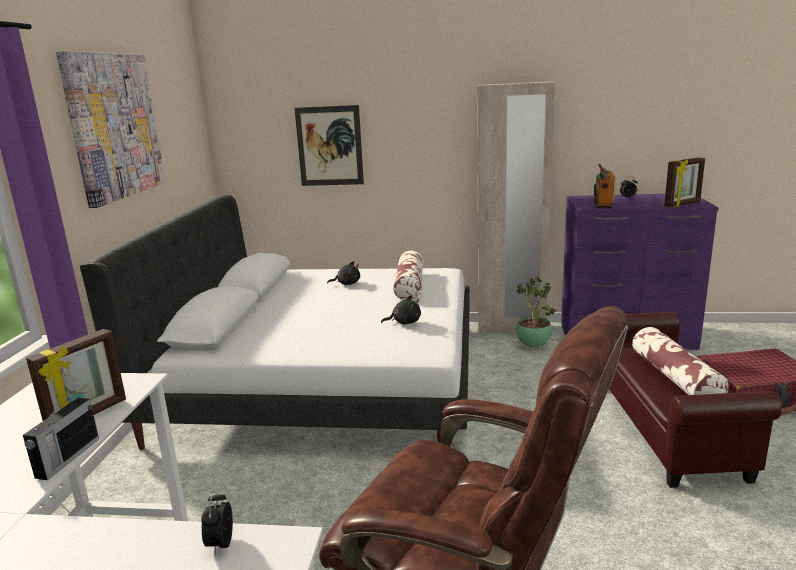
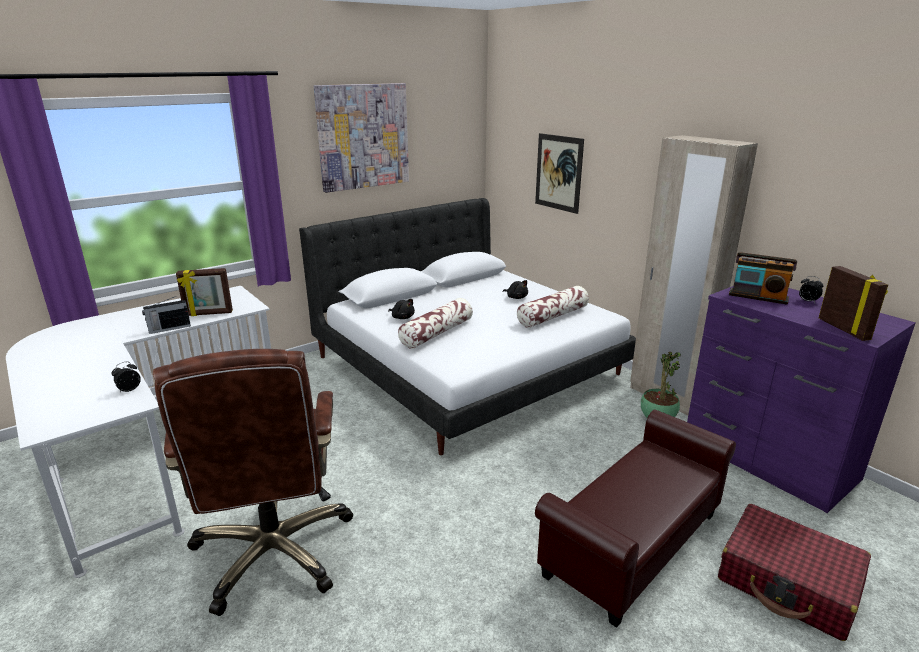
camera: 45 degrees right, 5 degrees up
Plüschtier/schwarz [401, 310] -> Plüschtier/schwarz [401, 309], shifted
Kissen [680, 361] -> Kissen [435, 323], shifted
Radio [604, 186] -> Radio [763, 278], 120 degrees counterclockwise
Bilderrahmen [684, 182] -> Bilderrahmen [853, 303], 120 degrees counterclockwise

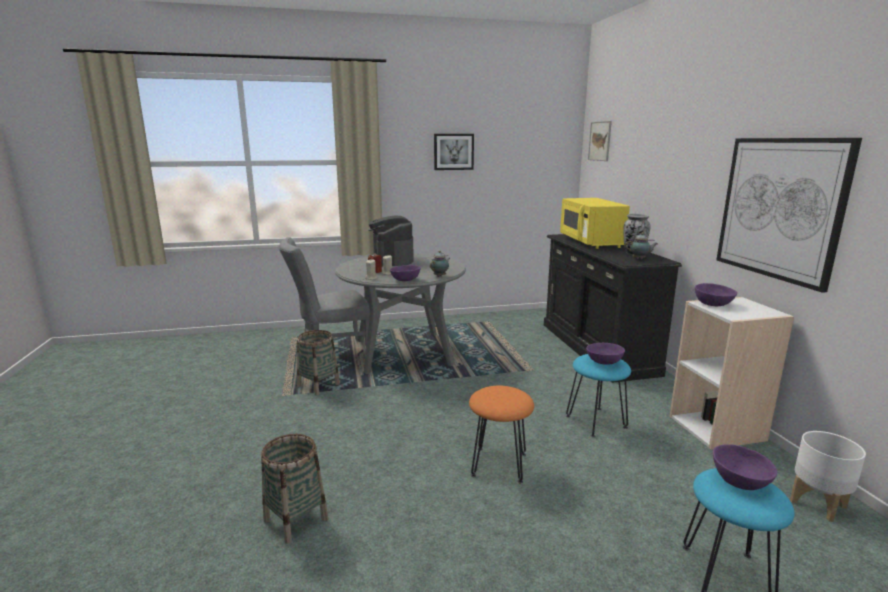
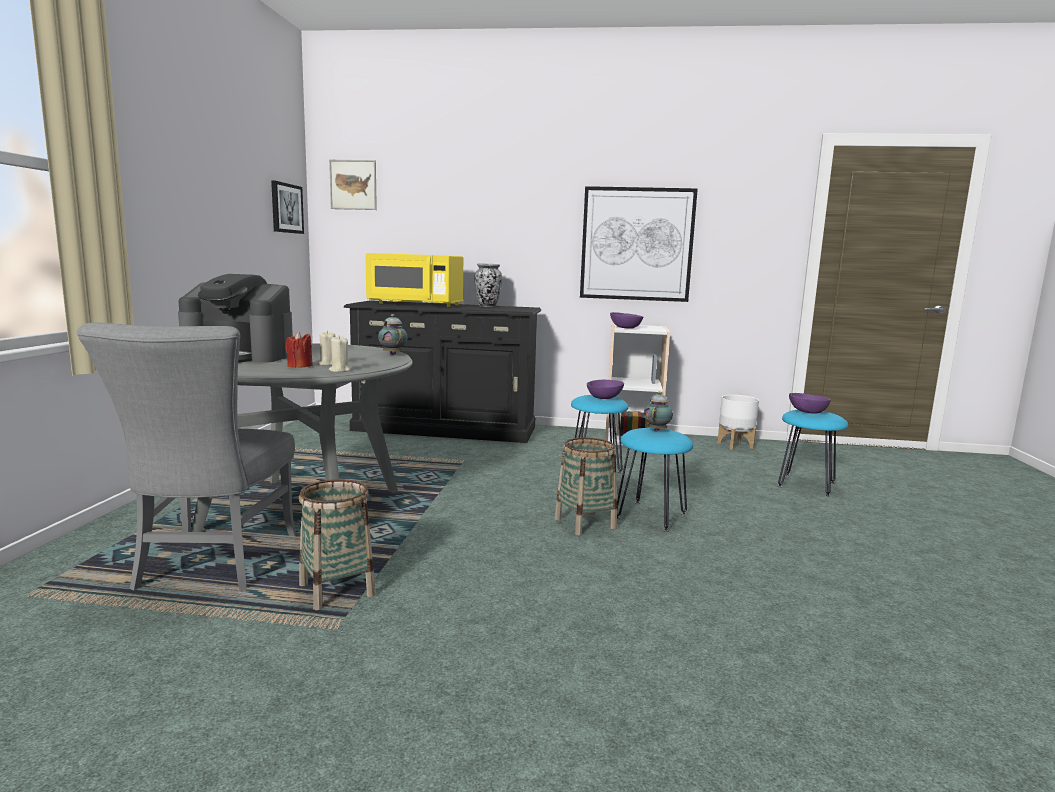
camera: 70 degrees left, 5 degrees down
Bild [454, 152] -> Bild [287, 207], shifted
Korb [294, 489] -> Korb [586, 486], shifted
Hocker/orange [501, 434] -> Hocker/türkis [655, 480]
Teekanne [641, 246] -> Teekanne [658, 411], shifted
Schüssel/lila [405, 273] -> none

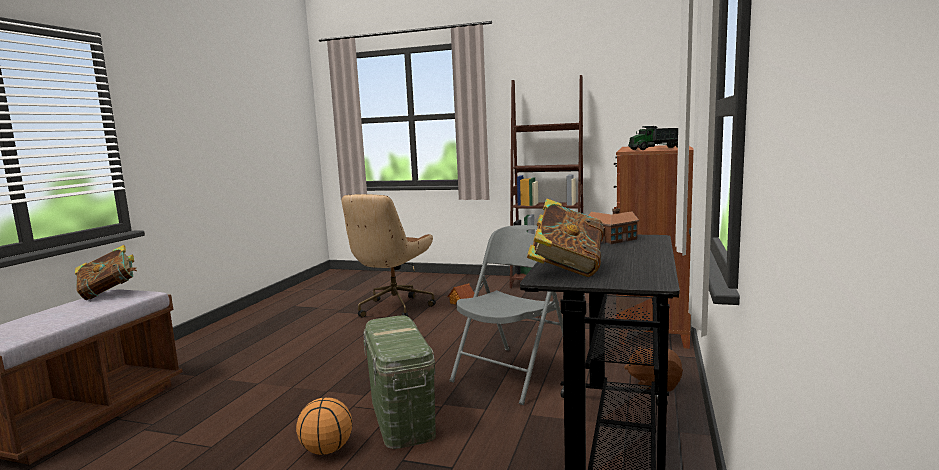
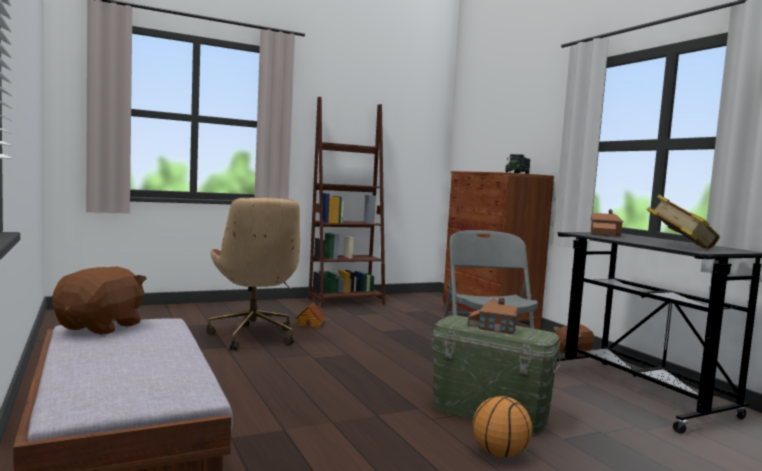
camera: 45 degrees left, 5 degrees down
Buch [106, 272] -> Plüschtier/braun [99, 300]
none -> Spielzeughaus [493, 316]

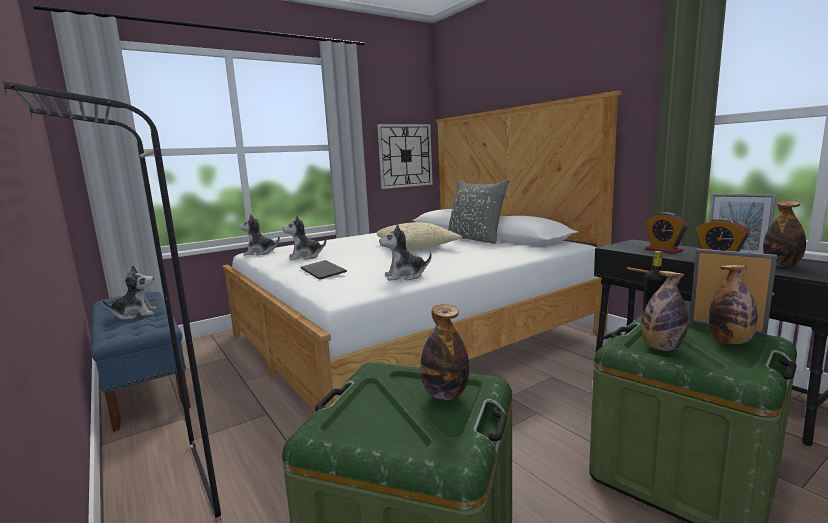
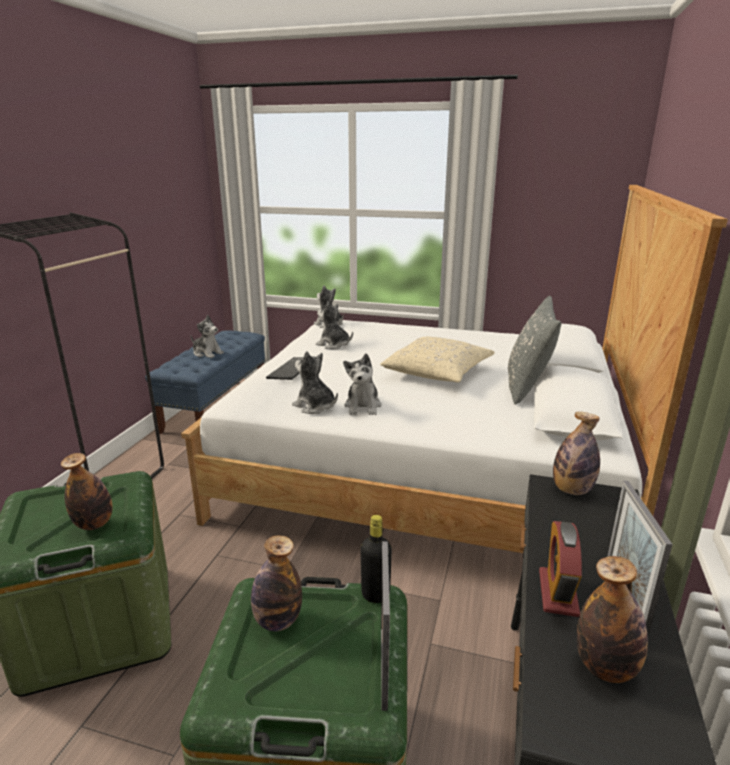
camera: 50 degrees right, 10 degrees up
none -> Plüschtier [362, 384]
Flasche [732, 304] -> Flasche [576, 453], shifted
Wanduhr [405, 156] -> none
Wecker [666, 233] -> none

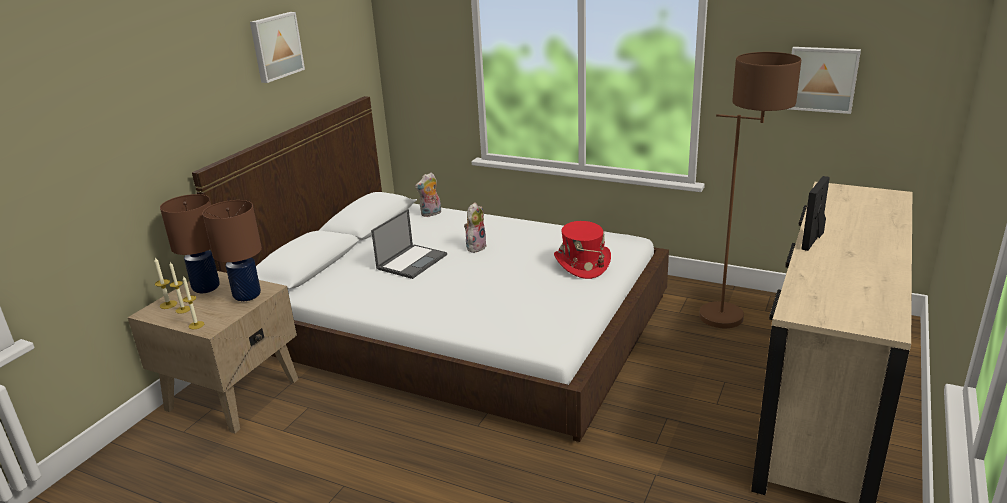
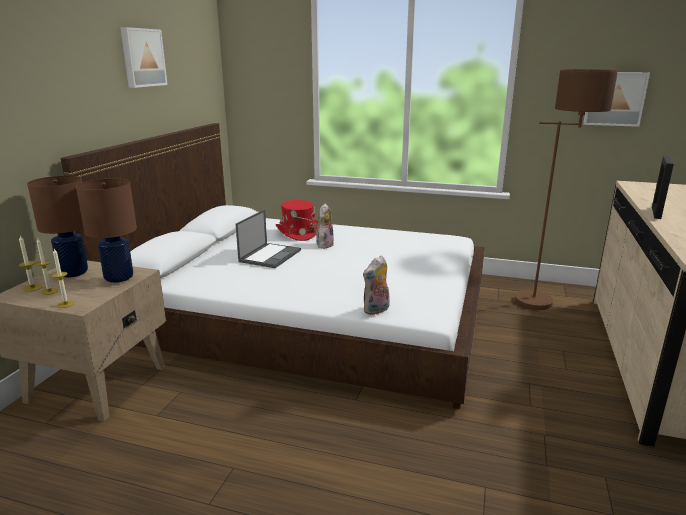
camera: 10 degrees left, 5 degrees down
Hut/rot [582, 250] -> Hut/rot [297, 220], shifted
Plüschtier [428, 194] -> Plüschtier [376, 285], shifted

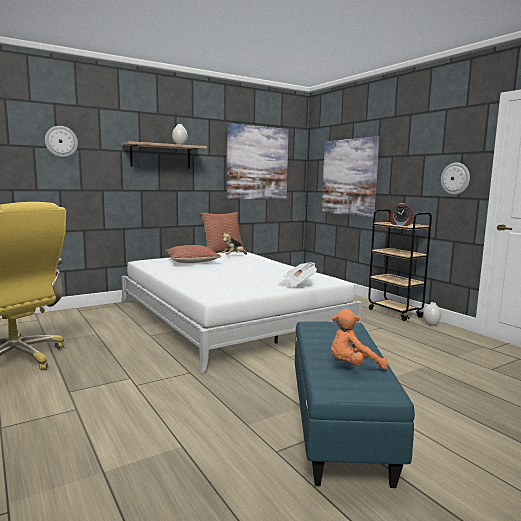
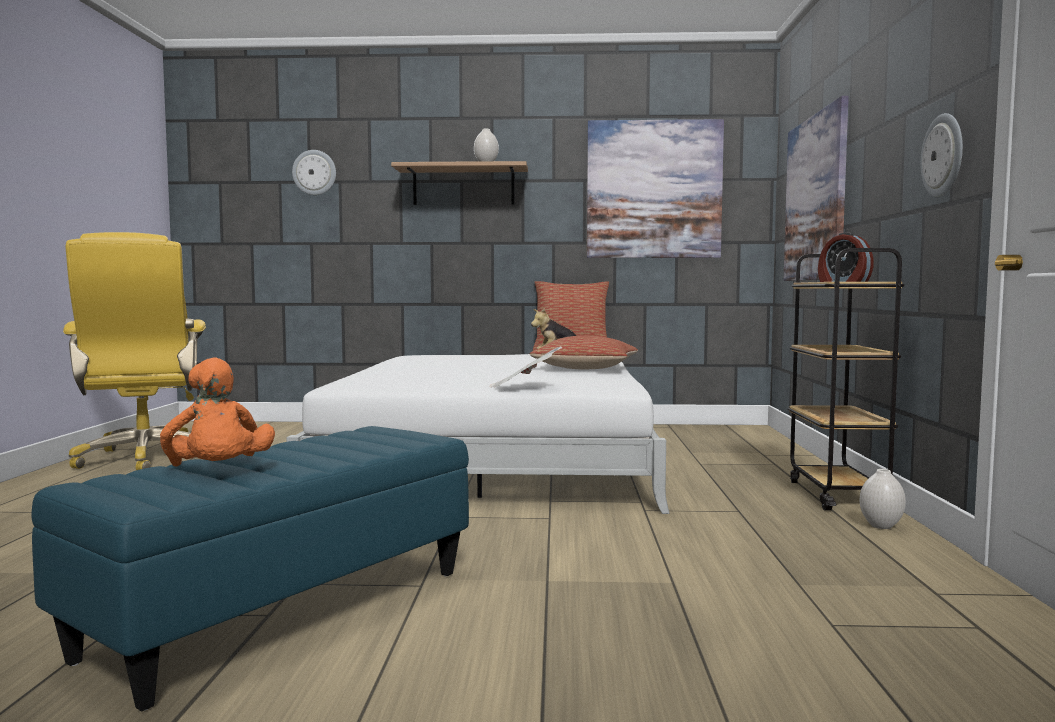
camera: 35 degrees right, 5 degrees down
Plüschtier/orange [359, 339] -> Plüschtier/orange [217, 412], 135 degrees counterclockwise
Kissen [193, 254] -> Kissen [583, 352], shifted

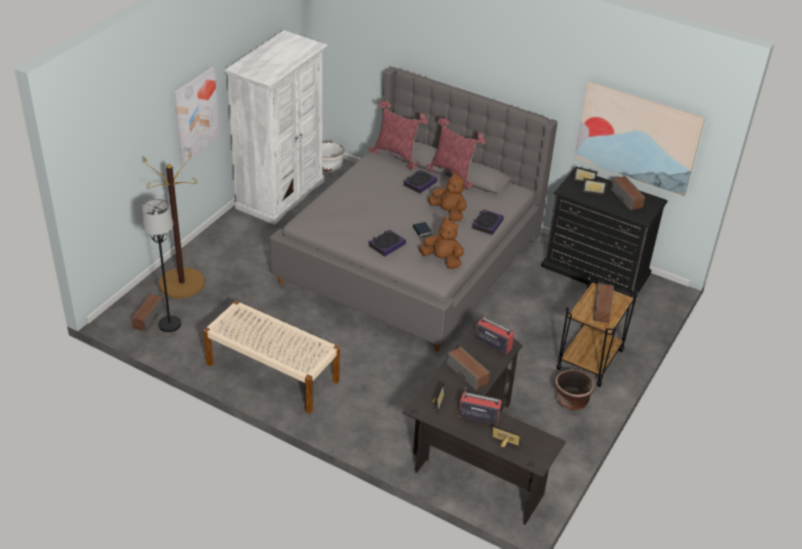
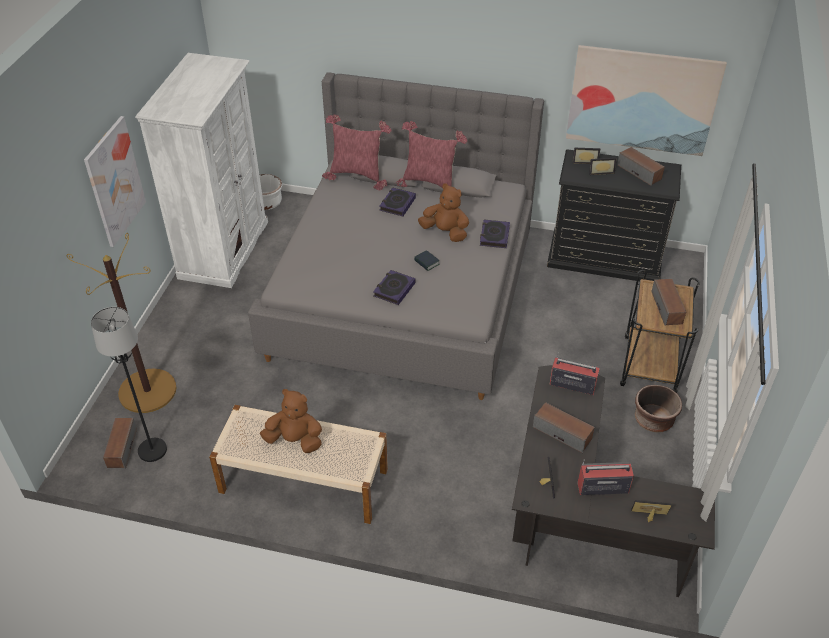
camera: 15 degrees left, 5 degrees up
Plüschtier/braun [441, 243] -> Plüschtier/braun [291, 421], shifted

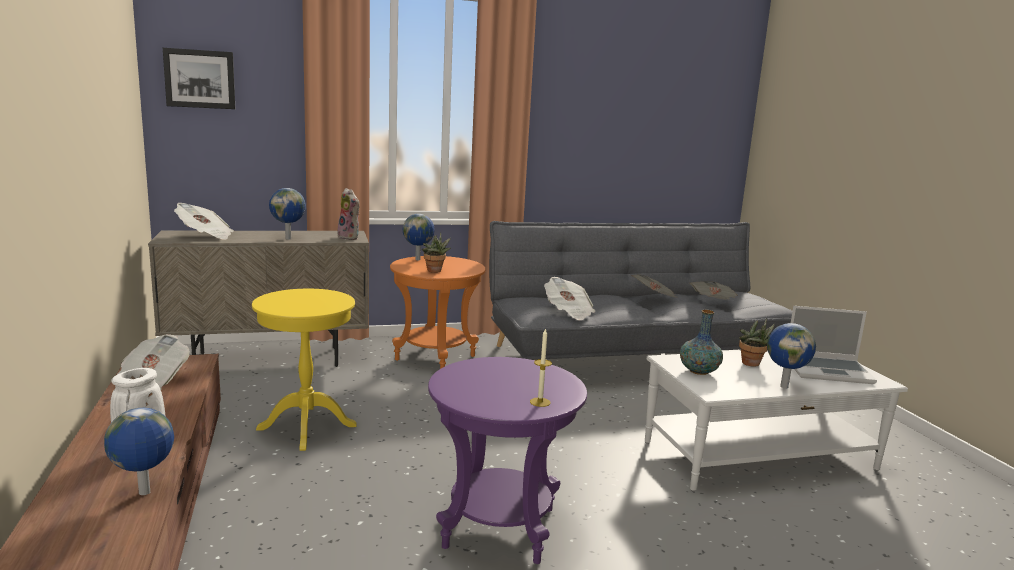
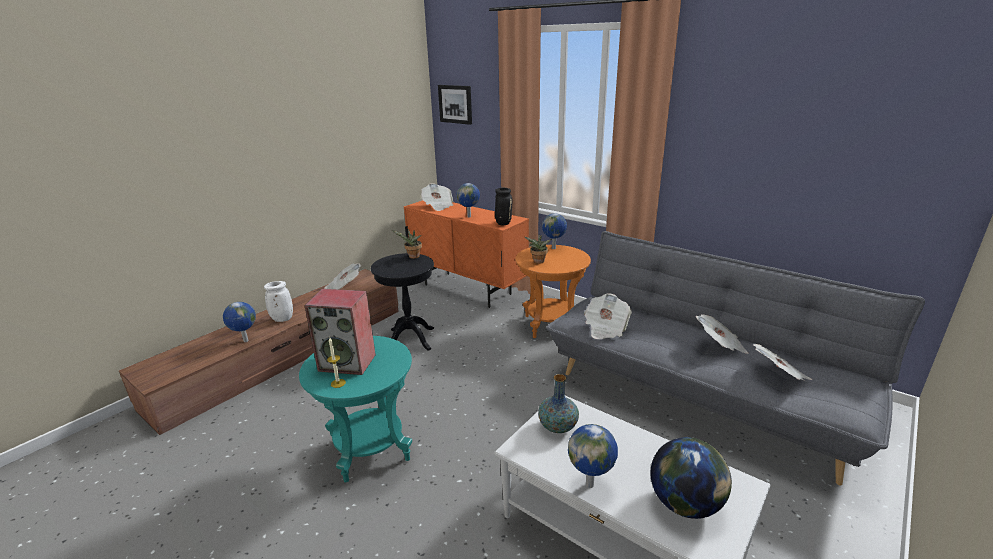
camera: 55 degrees right, 10 degrees up
Beistelltisch/lila [507, 460] -> Beistelltisch/türkis [355, 409]
none -> Lautsprecher [340, 332]
Beistelltisch/gelb [304, 370] -> Beistelltisch/schwarz [402, 302]
Topfpflanze [757, 342] -> Topfpflanze [407, 244], shifted
Schrank/beige [258, 298] -> Schrank/orange [466, 254]
Plüschtier [349, 214] -> Vase/schwarz [503, 206]
Laptop [834, 345] -> Globus [691, 478]

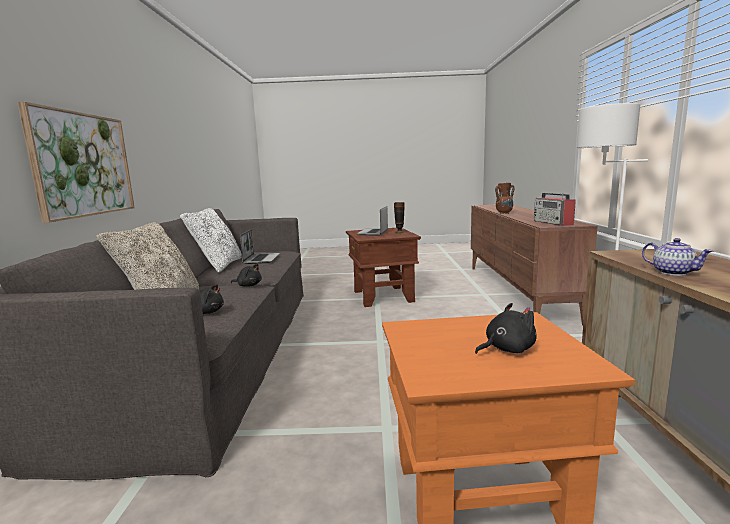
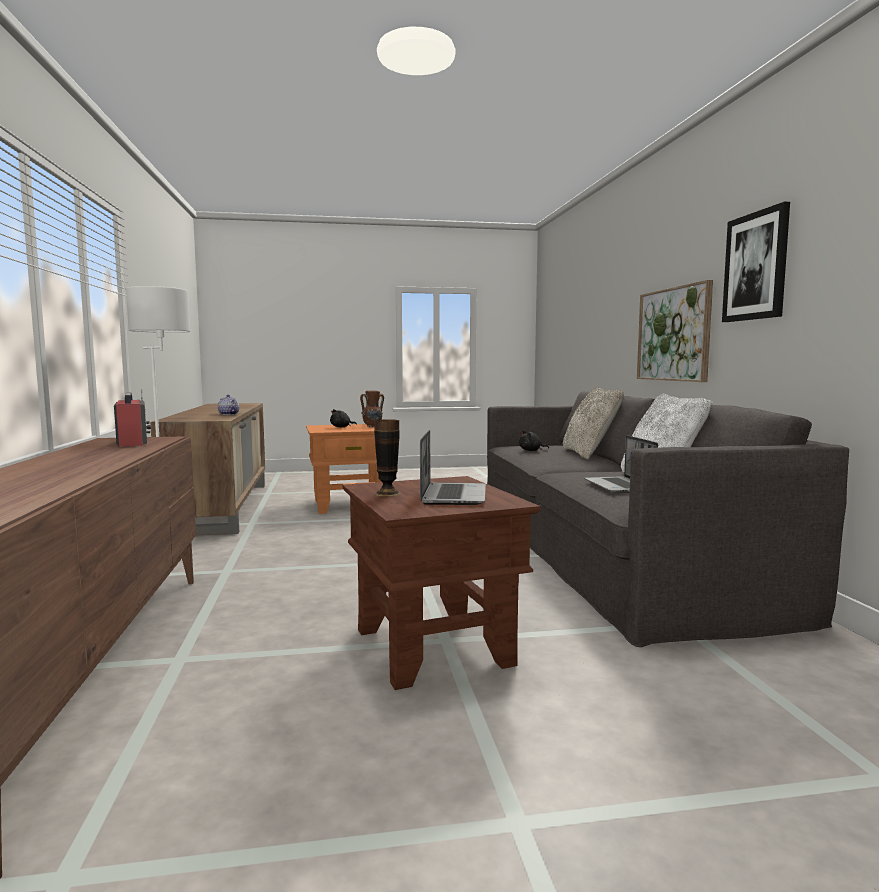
camera: 170 degrees right, 5 degrees down
Vase/braun [505, 198] -> Vase/braun [372, 409], shifted
none -> Bild [756, 262]
Plüschtier/schwarz [246, 275] -> none

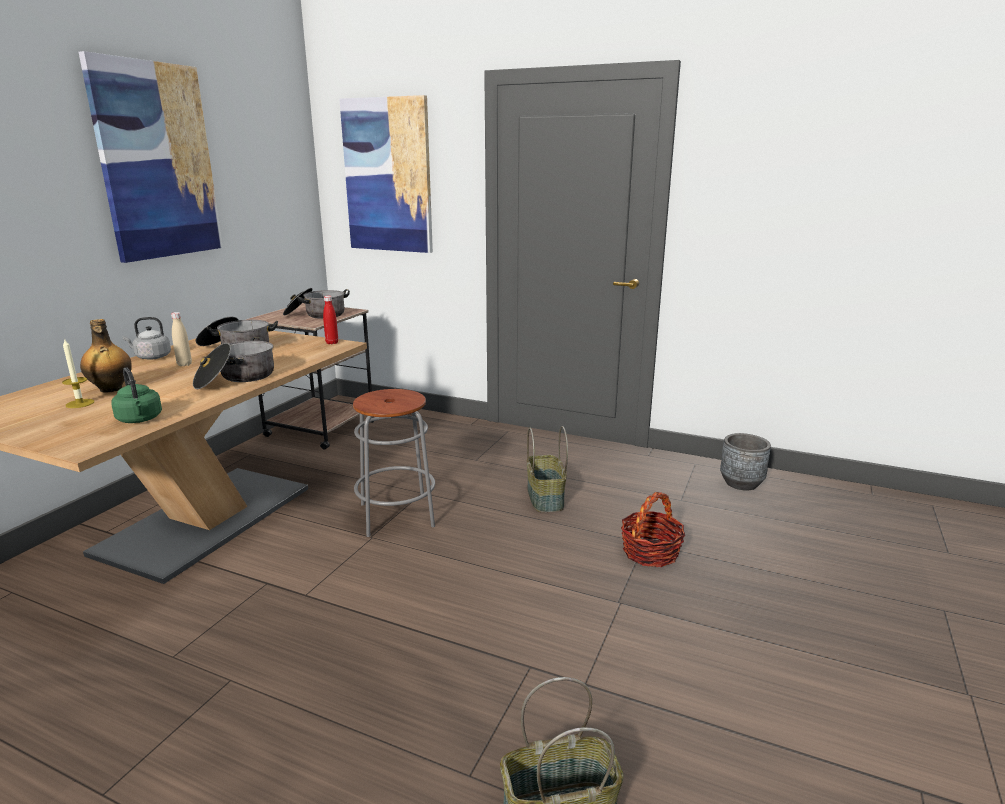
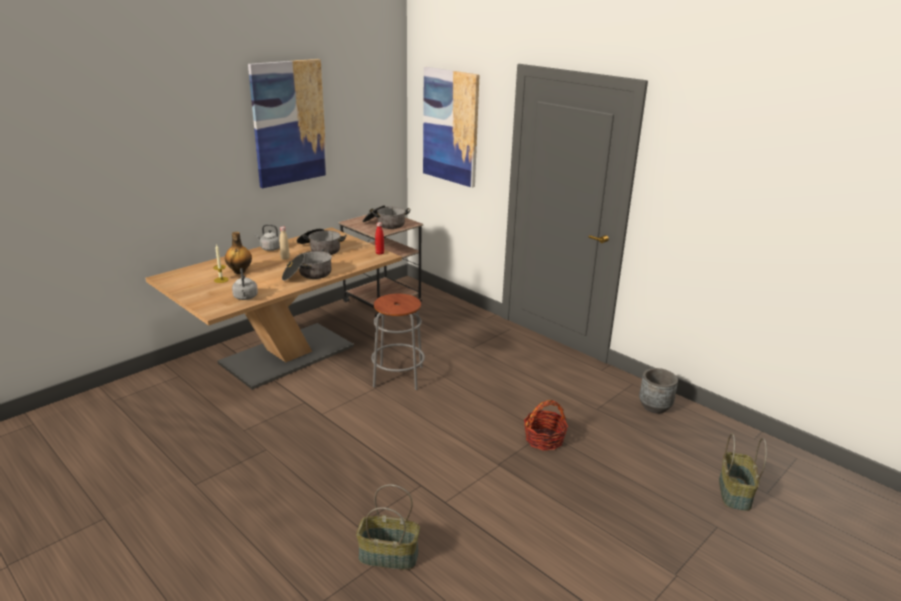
camera: 20 degrees right, 5 degrees up
Wasserkessel/grün [136, 395] -> Wasserkessel/grau [245, 284]
Korb [547, 469] -> Korb [743, 472], shifted

